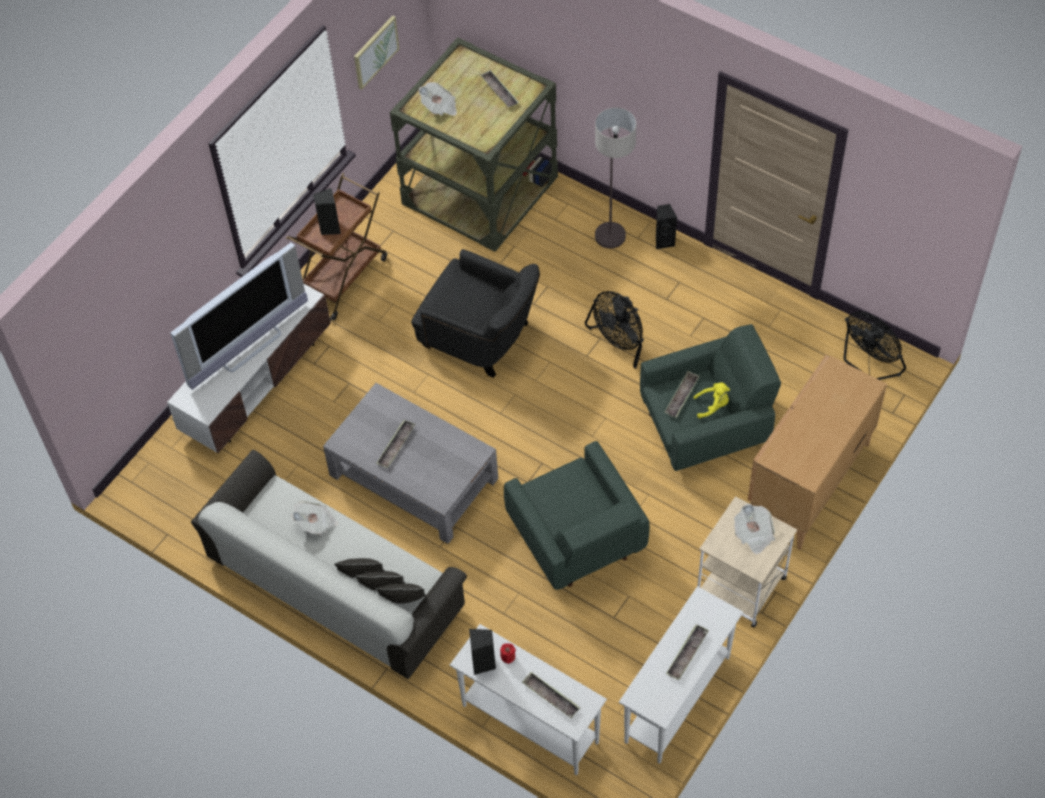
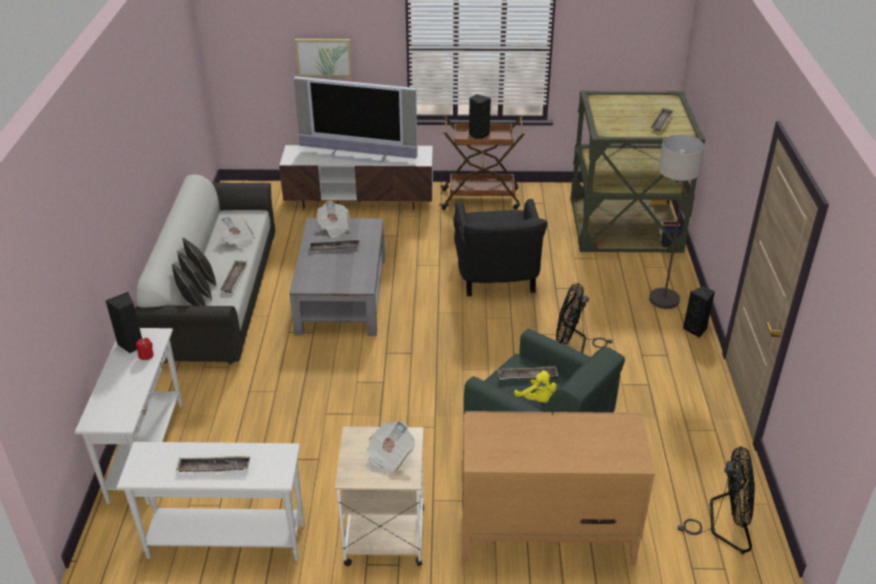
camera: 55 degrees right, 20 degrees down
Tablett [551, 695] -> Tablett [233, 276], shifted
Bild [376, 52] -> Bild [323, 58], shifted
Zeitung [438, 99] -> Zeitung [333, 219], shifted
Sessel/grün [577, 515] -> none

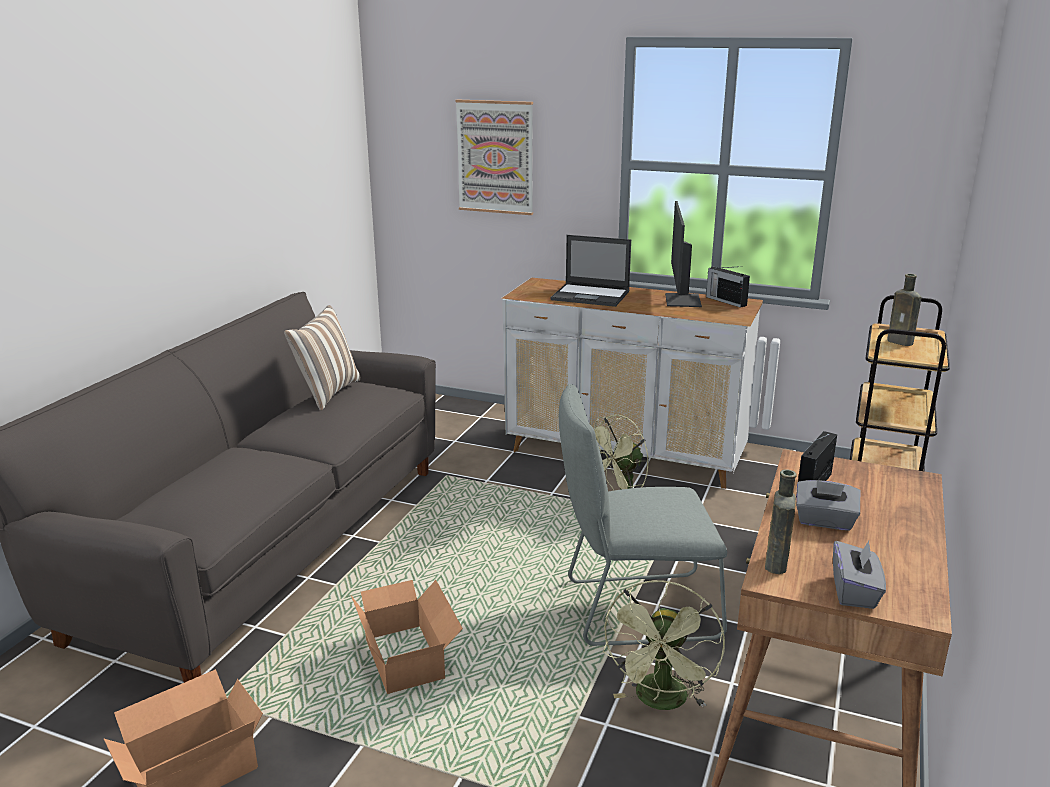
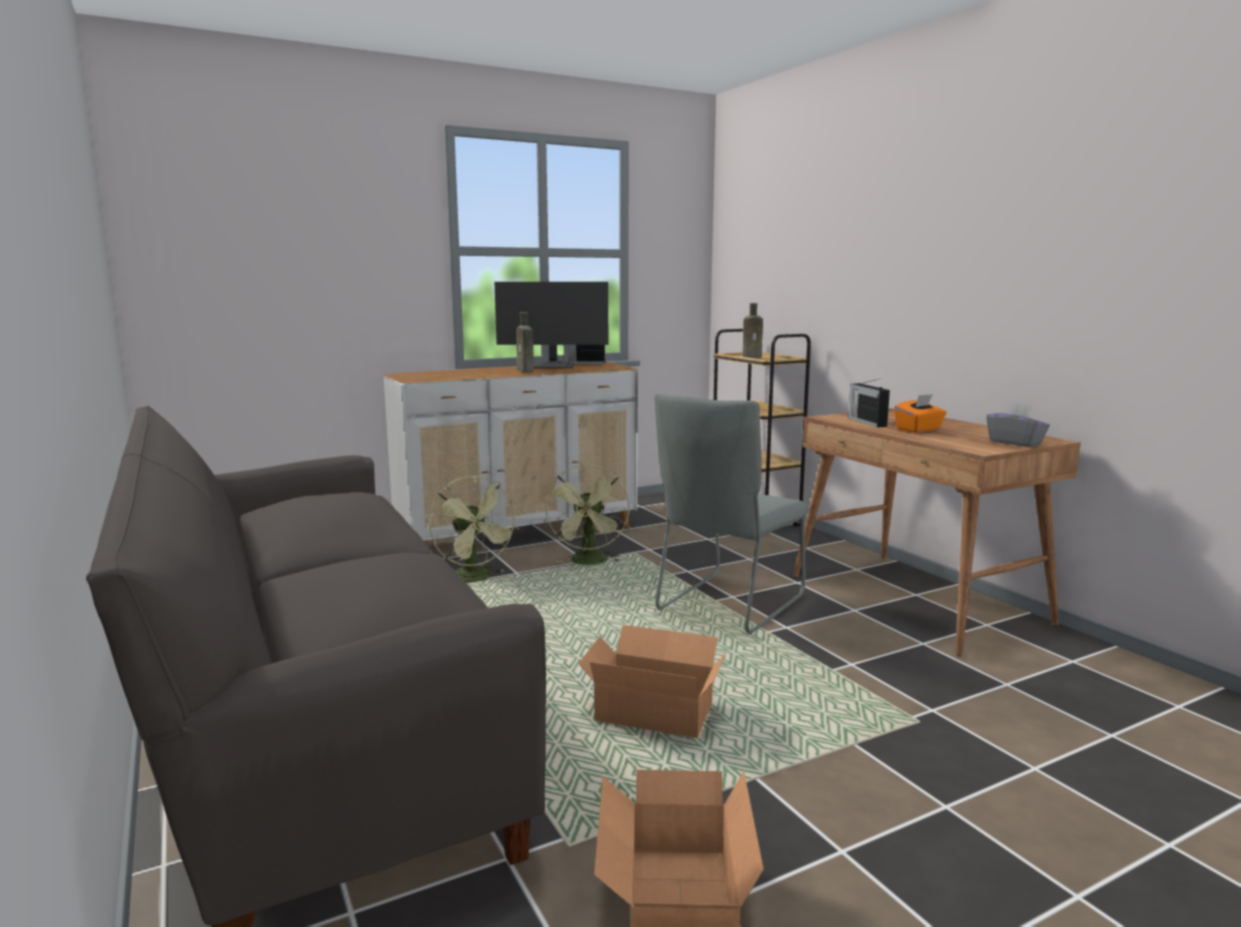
camera: 50 degrees left, 10 degrees down
Ventilator/grün [663, 645] -> Ventilator/grün [474, 529], shifted
Monitor [683, 254] -> Monitor [551, 325], 45 degrees counterclockwise
Flasche/braun [781, 521] -> Flasche/braun [525, 342], shifted
Taschentuchbox/grau [828, 505] -> Taschentuchbox/orange [920, 413]
Kissen [322, 357] -> none
Bild [494, 157] -> none
Laptop [590, 271] -> none

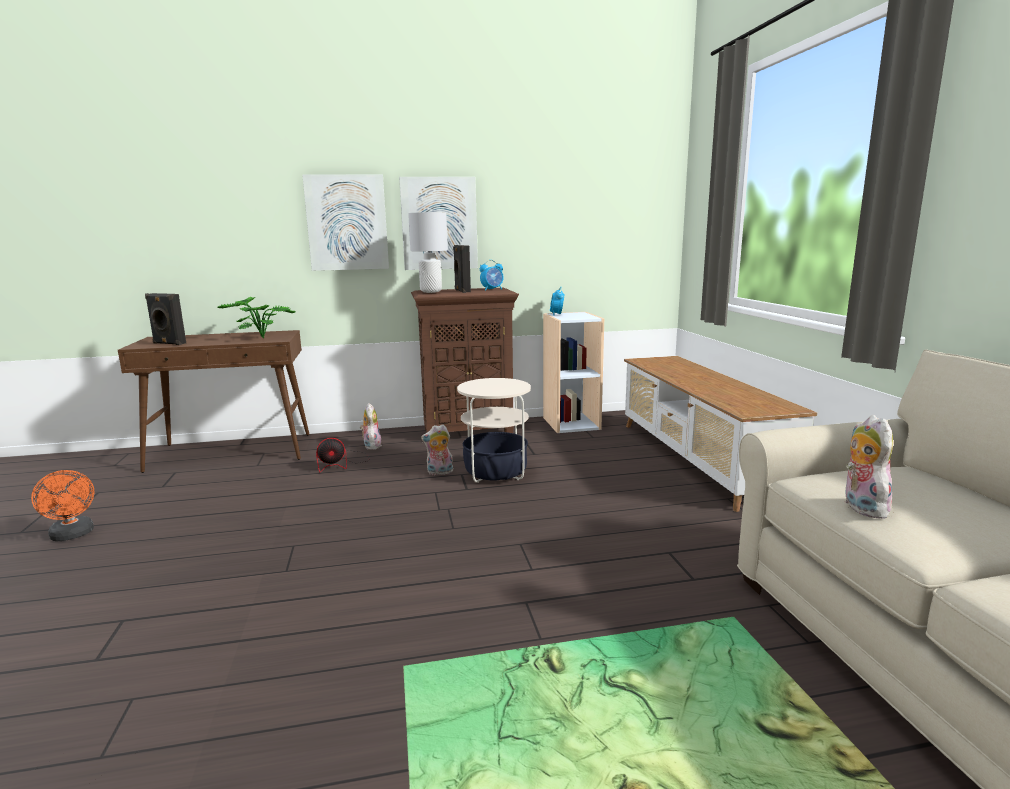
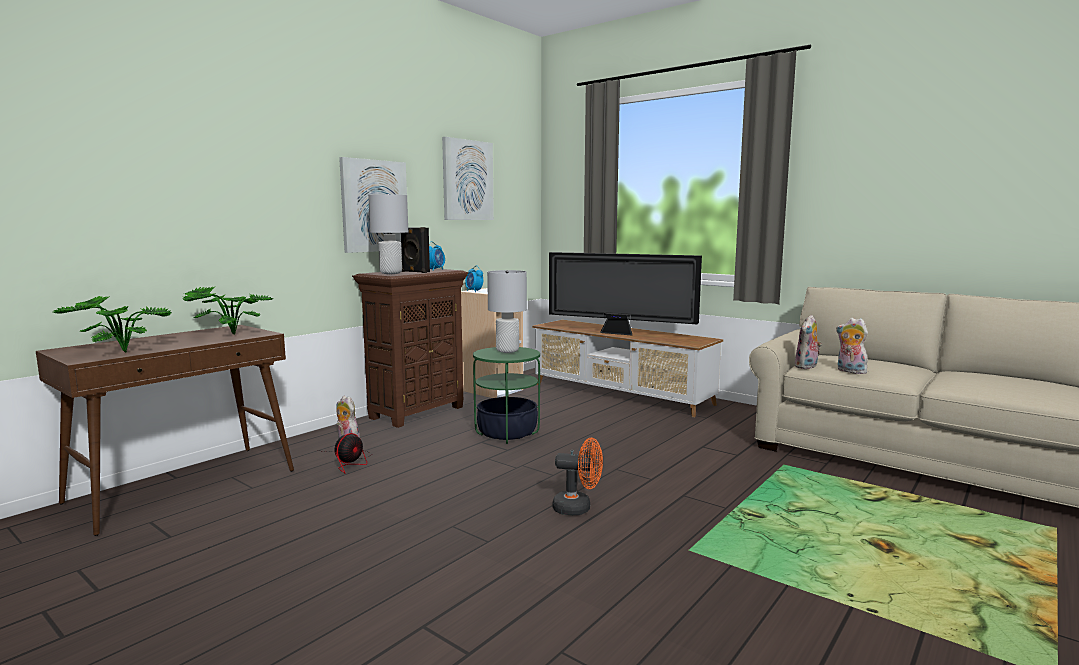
camera: 40 degrees left, 5 degrees down
Lautsprecher/schwarz [165, 319] -> Topfpflanze [112, 324]
Bild [345, 222] -> Bild [468, 178], shifted
Beistelltisch/beige [494, 430] -> Beistelltisch/grün [506, 395]
none -> Tischlampe/grau [507, 311]
none -> Fernseher [625, 294]
Ventilator/orange [63, 505] -> Ventilator/orange [578, 476], shifted
Plüschtier [437, 449] -> Plüschtier [808, 342], shifted

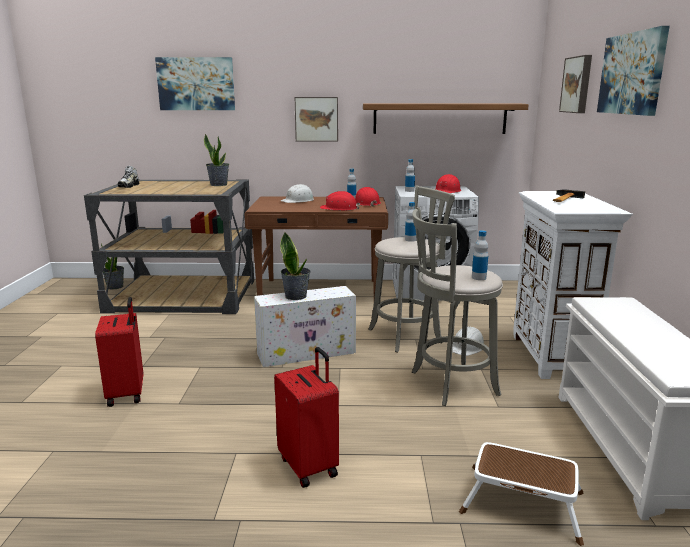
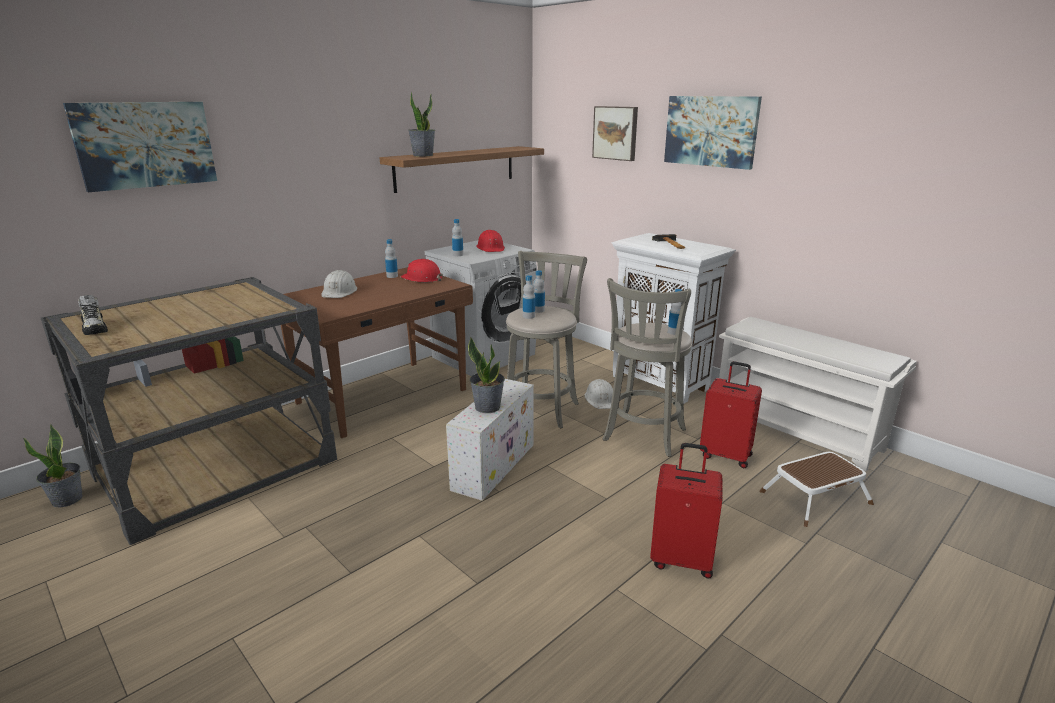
camera: 45 degrees left, 5 degrees up
Topfpflanze [216, 160] -> Topfpflanze [421, 124], shifted
none -> Flasche [529, 297]
Koffer/rot [119, 352] -> Koffer/rot [731, 414], shifted
Bild [316, 119] -> none
Schutzhelm/rot [340, 201] -> none

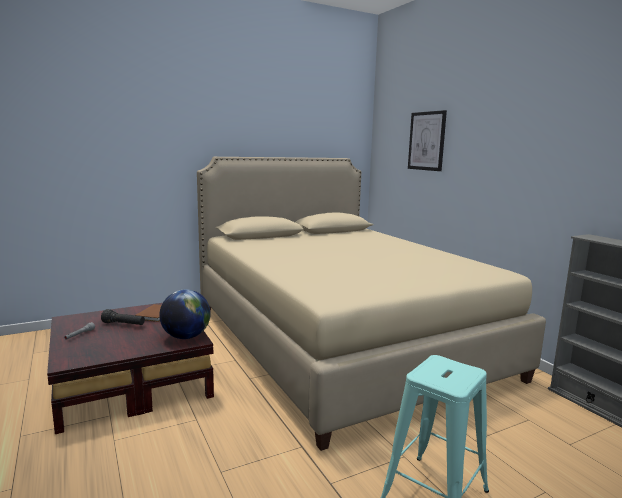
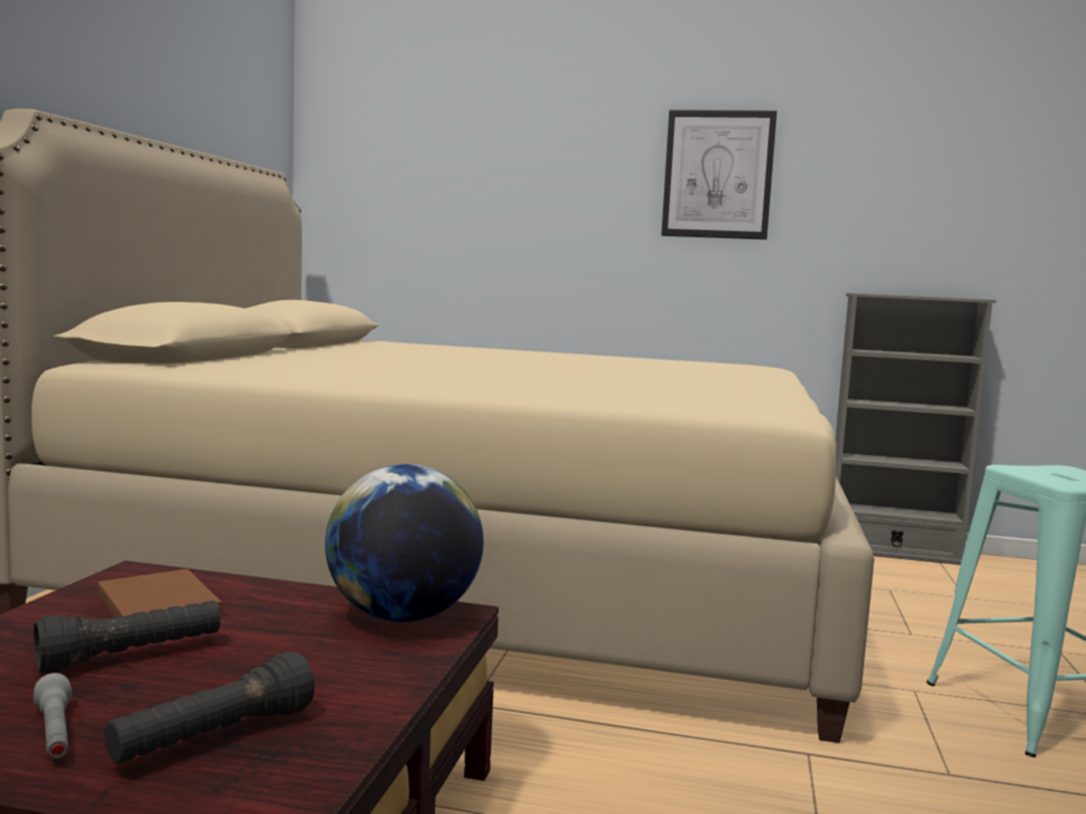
camera: 50 degrees left, 5 degrees down
none -> Taschenlampe/schwarz [209, 707]
Bild [427, 140] -> Bild [719, 175], shifted

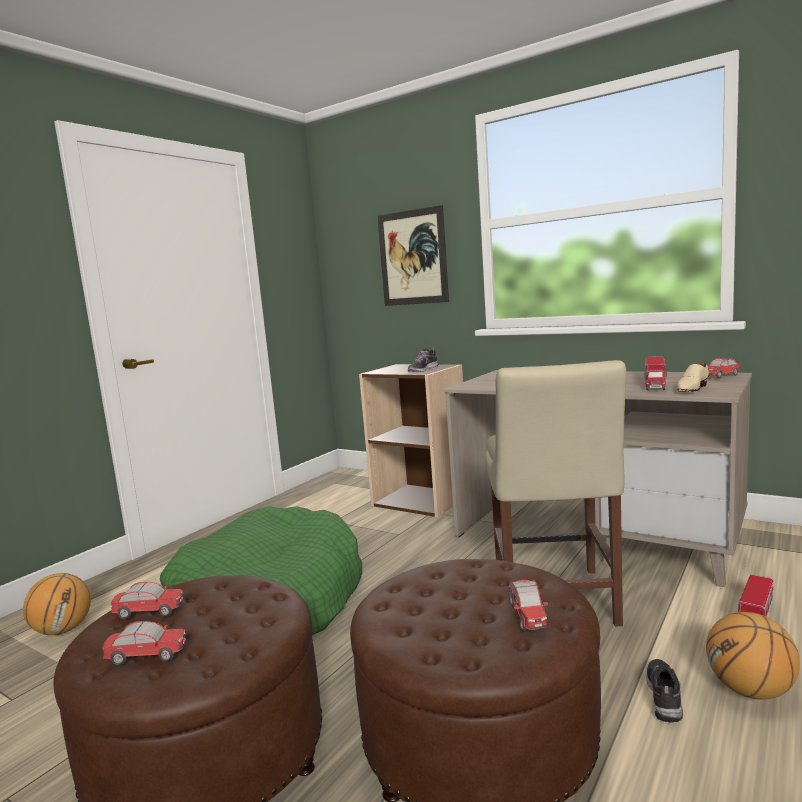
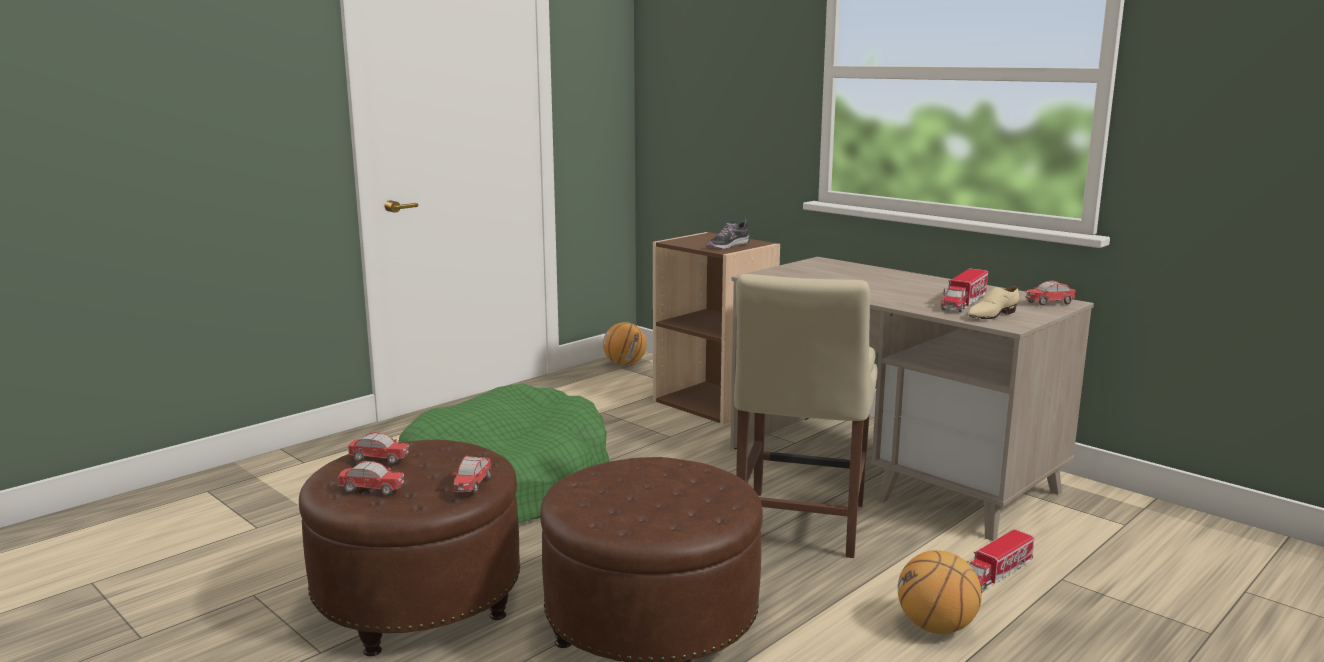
camera: 10 degrees right, 5 degrees up
Spielzeugauto [528, 606] -> Spielzeugauto [471, 475], shifted
Basketball [57, 604] -> Basketball [625, 344], shifted
Bild [413, 255] -> none
Schuh [664, 691] -> none

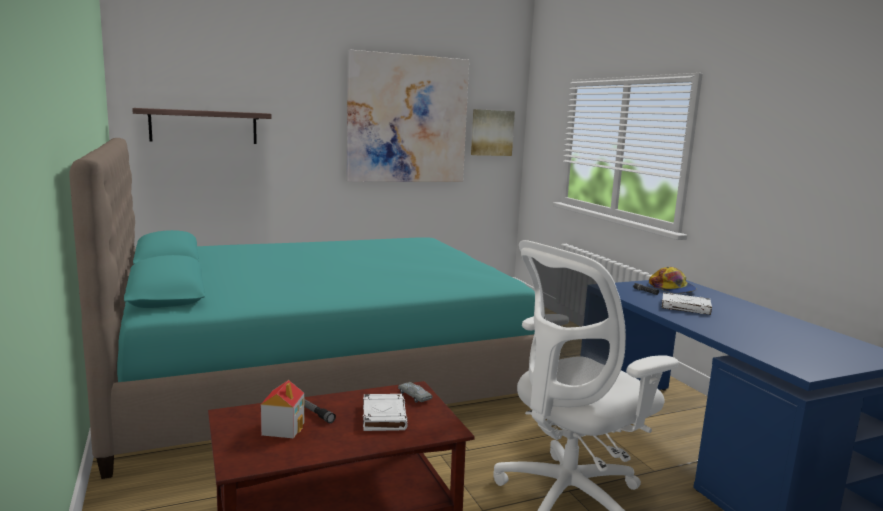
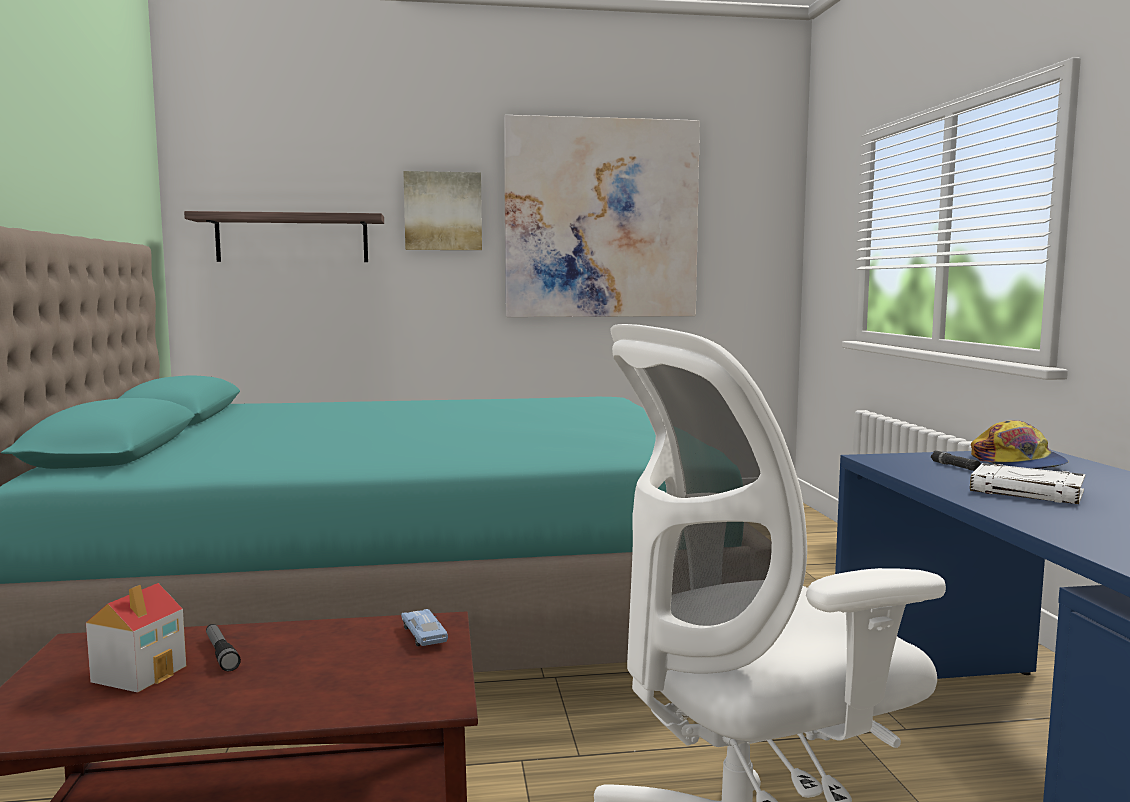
camera: 15 degrees right, 5 degrees down
Spielzeugauto/grau [415, 392] -> Spielzeugauto/blau [424, 628]
Bild [493, 132] -> Bild [442, 210], shifted
Buch/weiß [385, 412] -> none

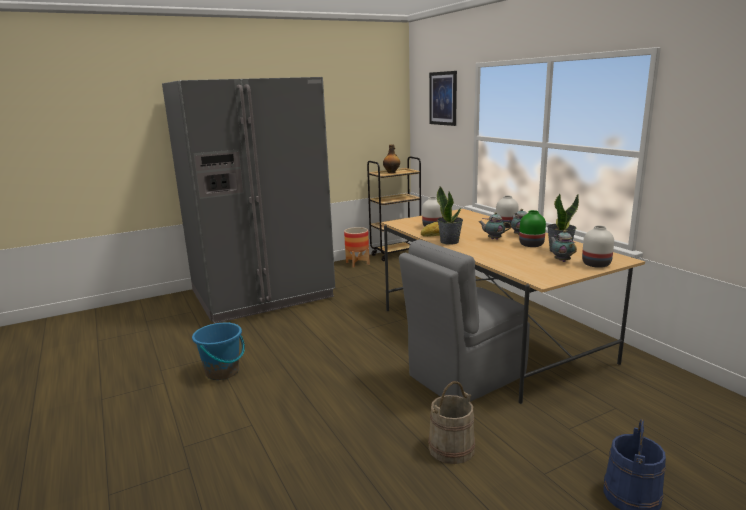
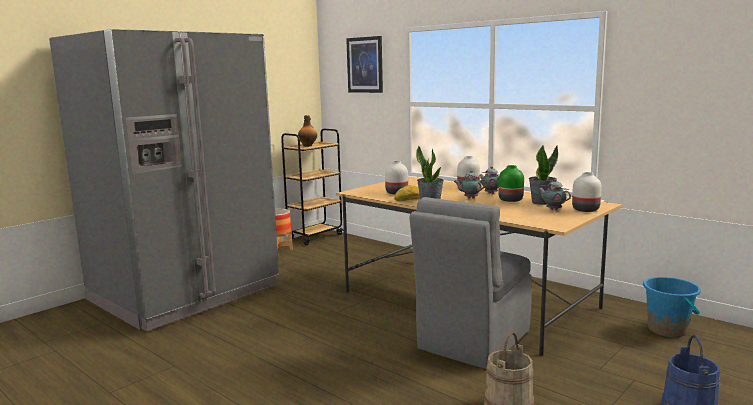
camera: 20 degrees left, 5 degrees down
Eimer/blau [218, 351] -> Eimer/blau [672, 307], shifted

